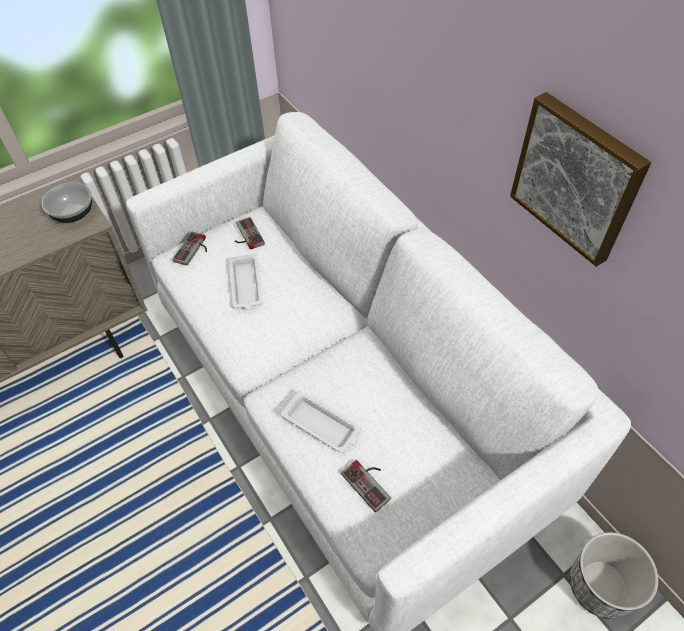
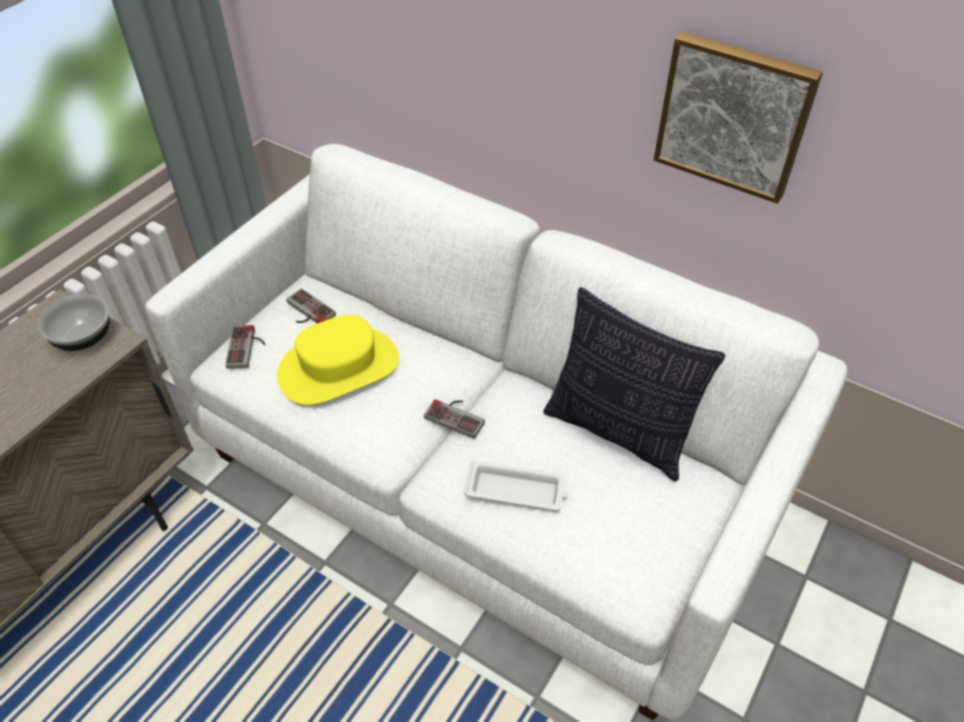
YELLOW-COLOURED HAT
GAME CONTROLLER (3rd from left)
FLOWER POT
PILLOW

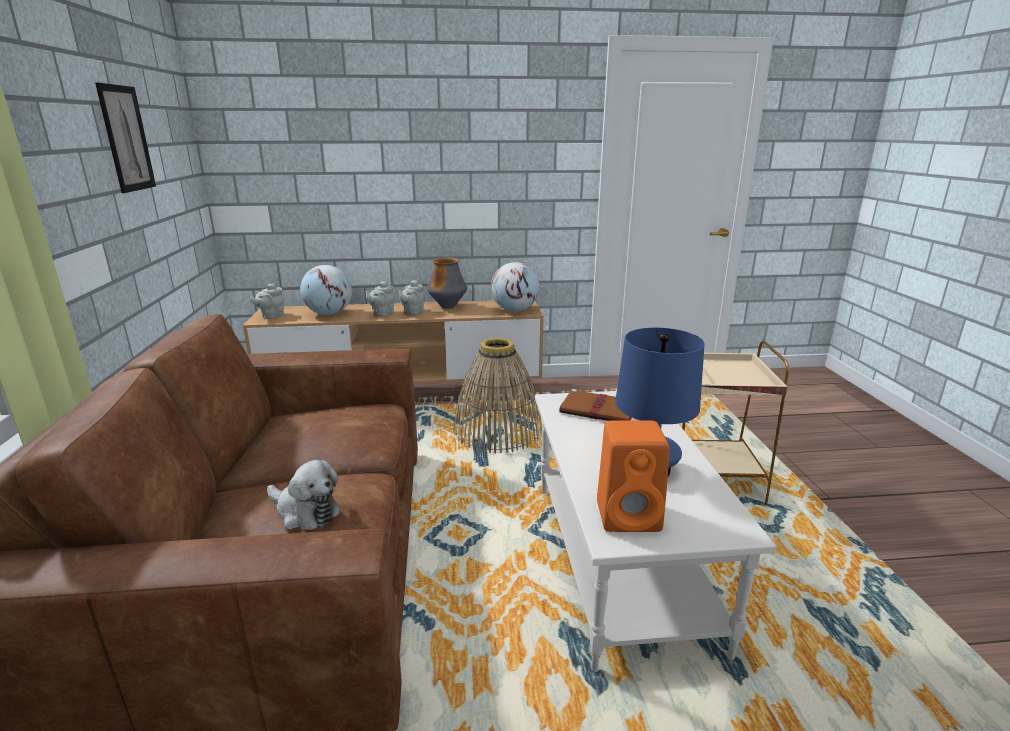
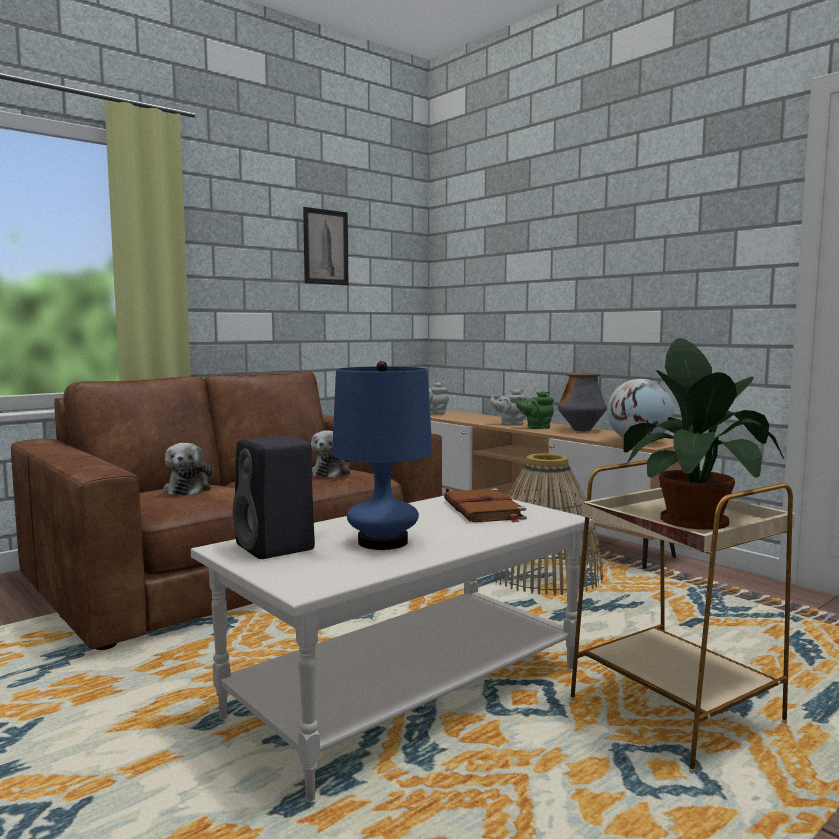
GLOBE (1st from left in the first image)
GREEN POT FOR TEA
BLACK-COLOURED SPEAKER
HOUSEPLANT
PLUSH TOY (2nd from left)

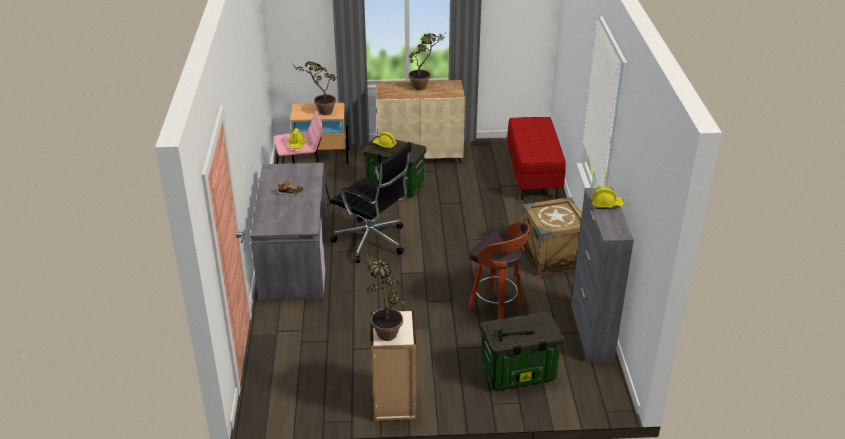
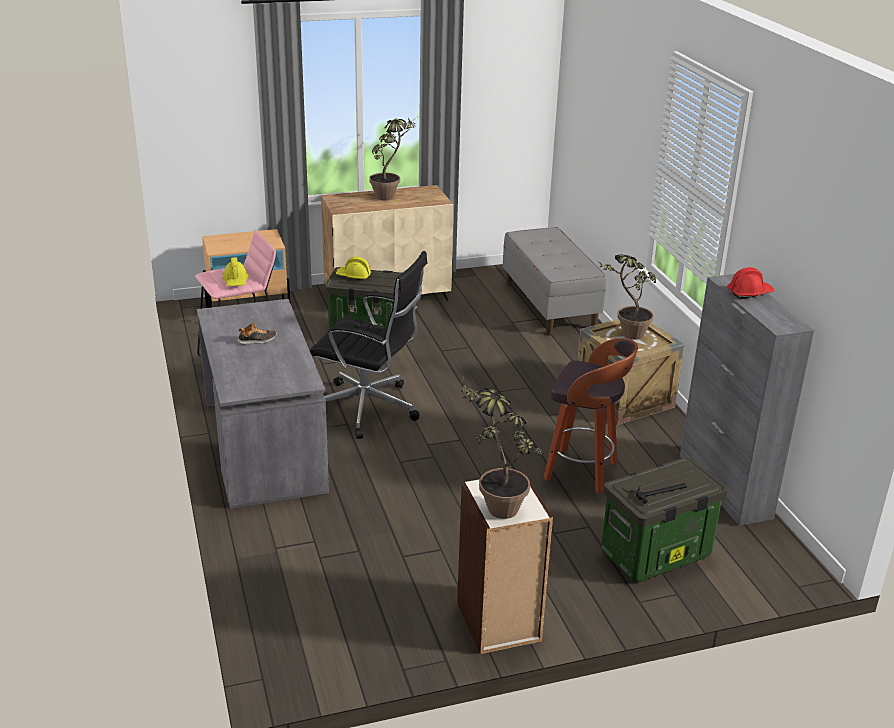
HOUSEPLANT (3rd from left)
GRAY LONG SEAT
REDDISH WORK HELMET

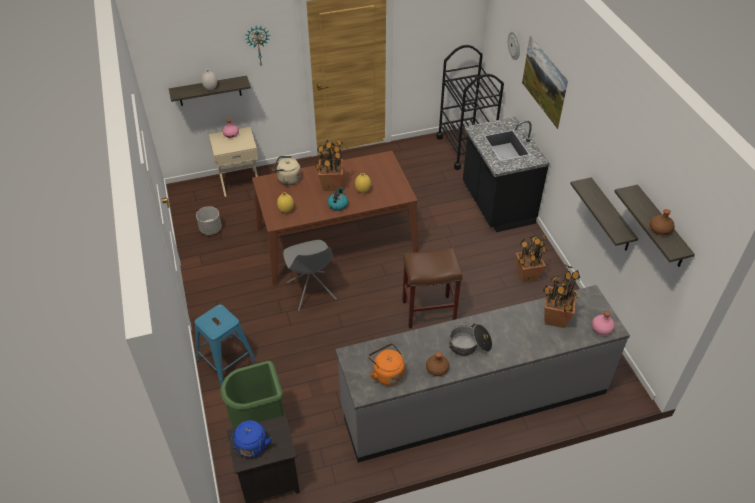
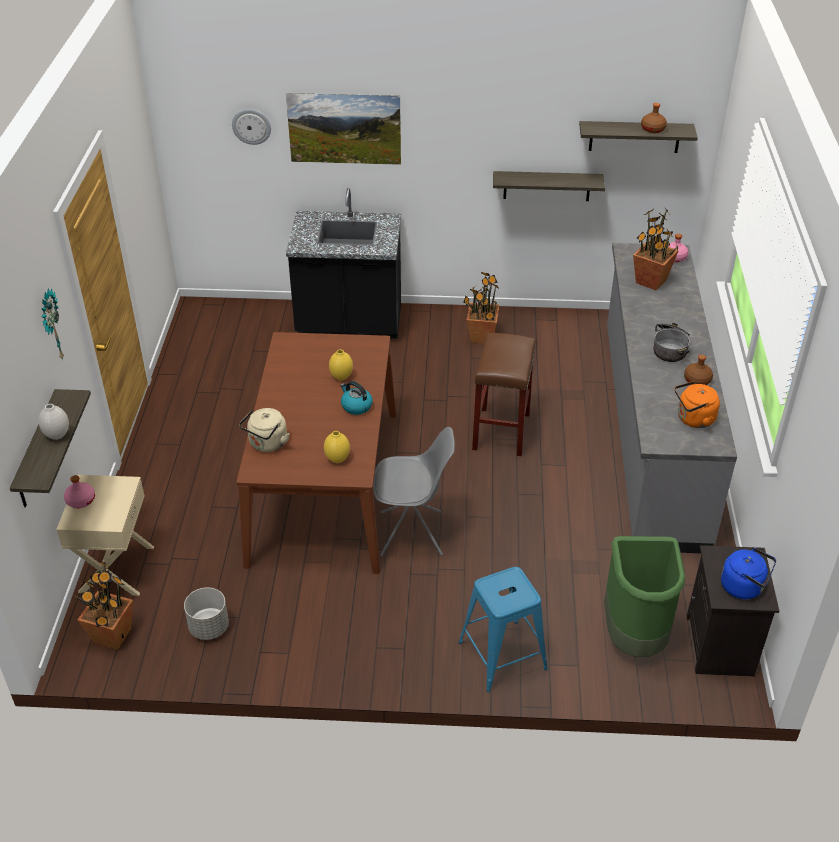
BLACK-COLOURED TROLLEY
HOUSEPLANT (1st from left)

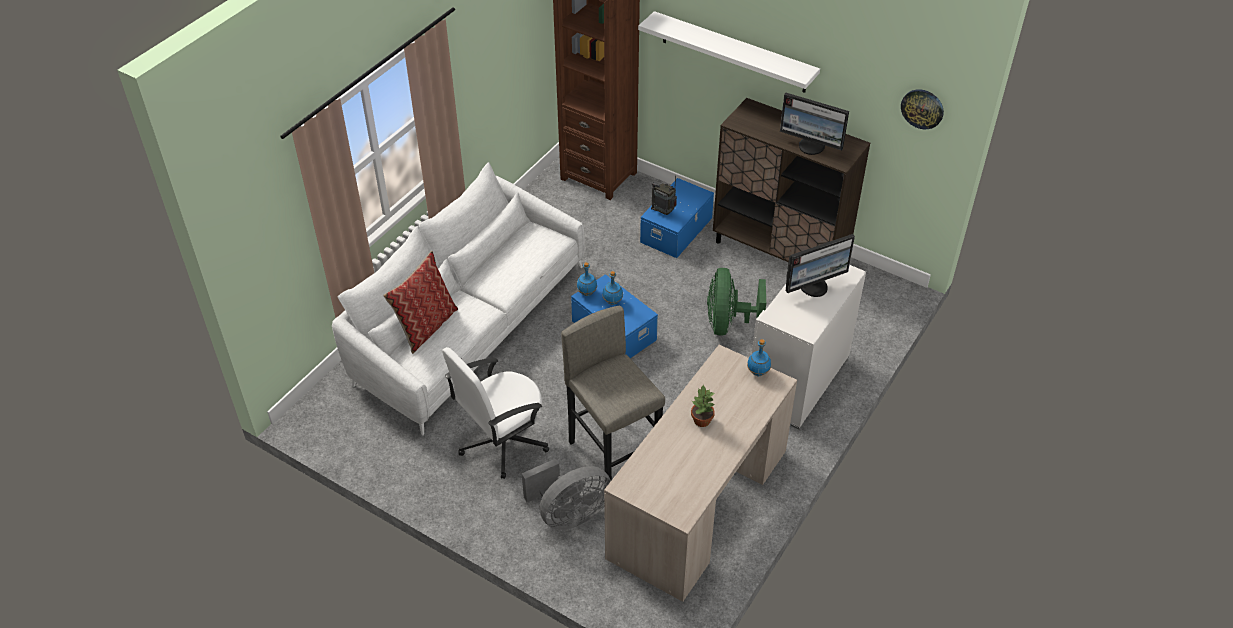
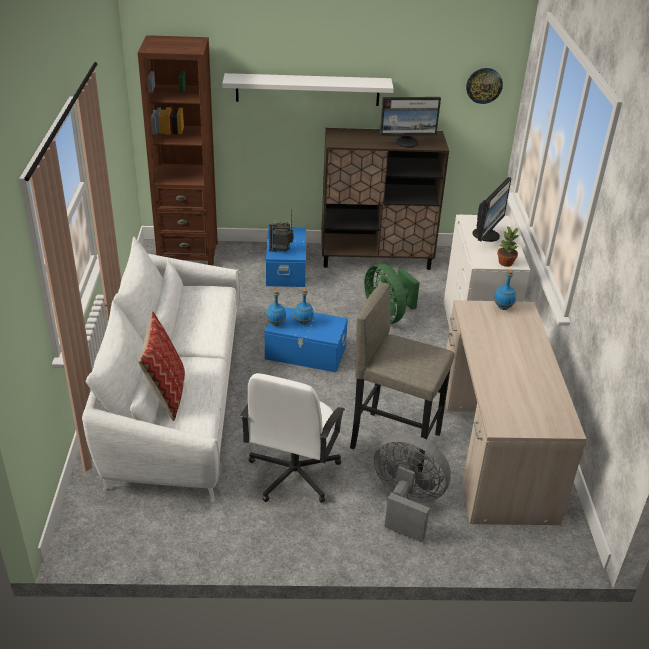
HOUSEPLANT
GRAY ELECTRIC FAN

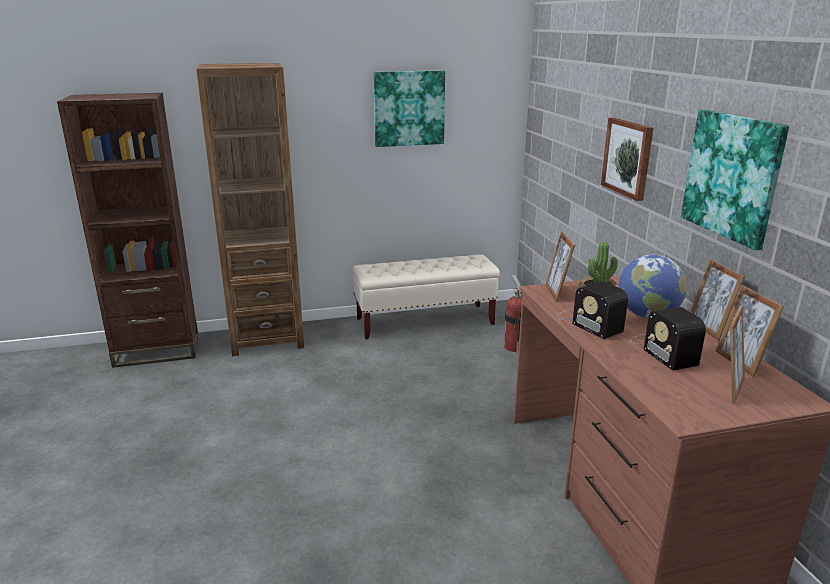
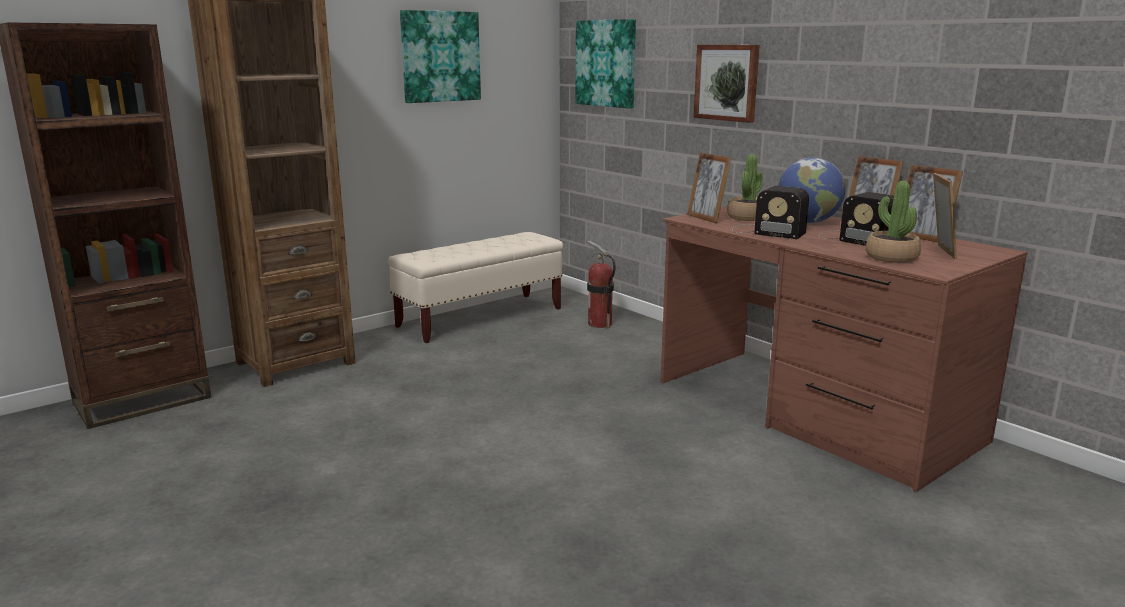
WALL PICTURE (2nd from left)
HOUSEPLANT (2nd from left)

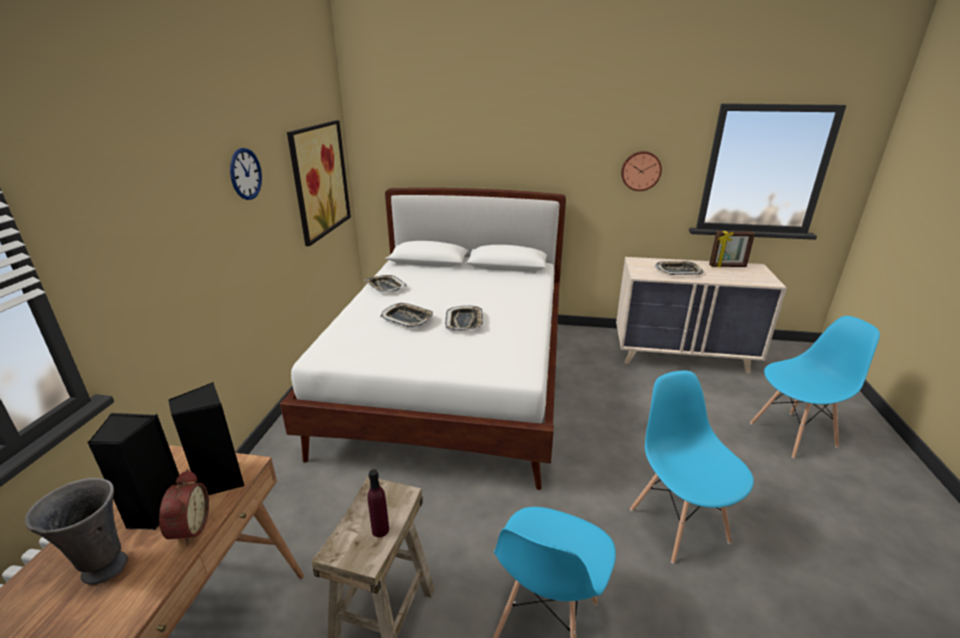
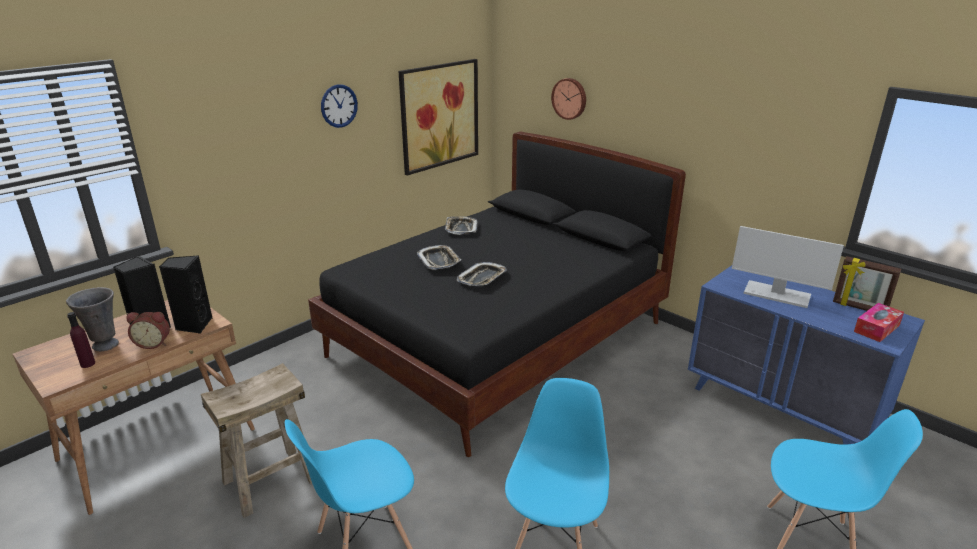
CLOCK ON THE WALL (2nd from left)
BLACK-COLOURED BED
BLUE-COLOURED CHEST OF DRAWERS
COMPUTER DISPLAY
TABLE CLOCK
PURPLE BEVERAGE BOTTLE
TISSUE HOLDER

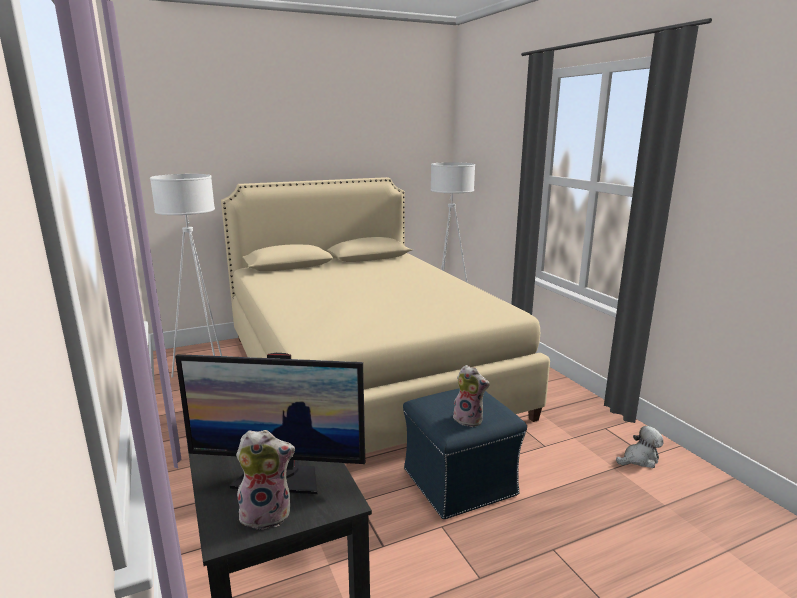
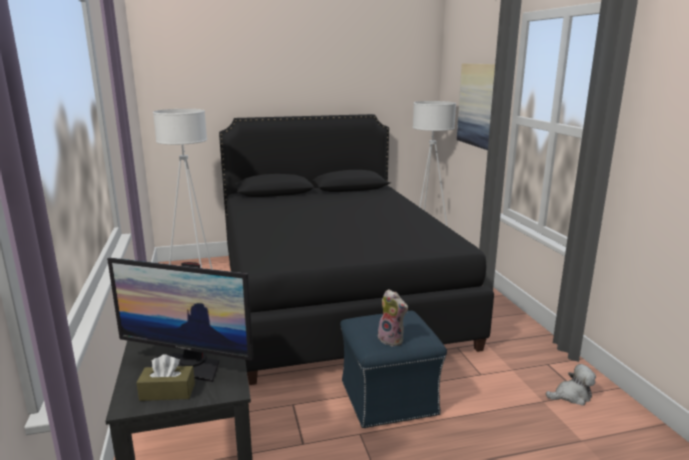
BLACK-COLOURED BED
BROWNISH TISSUE HOLDER
WALL PICTURE

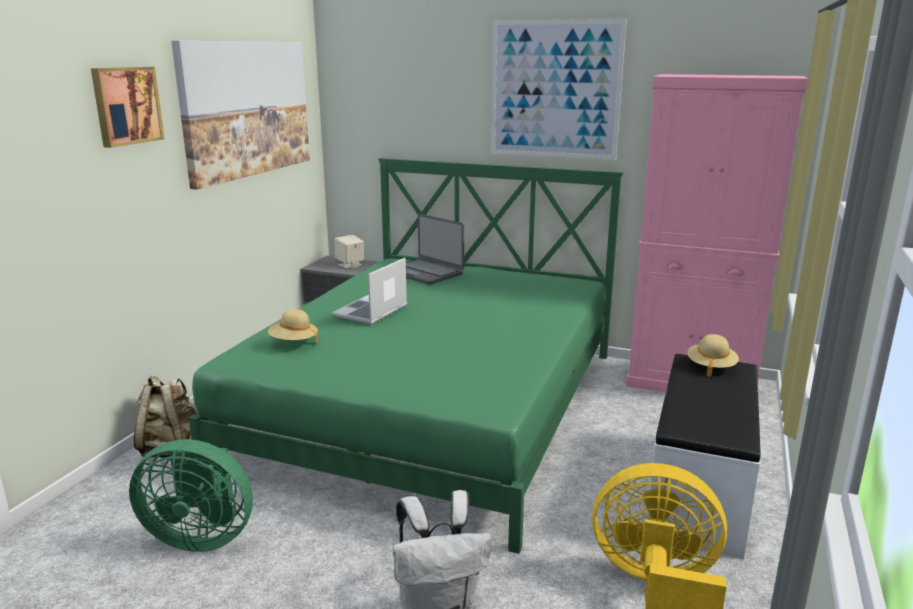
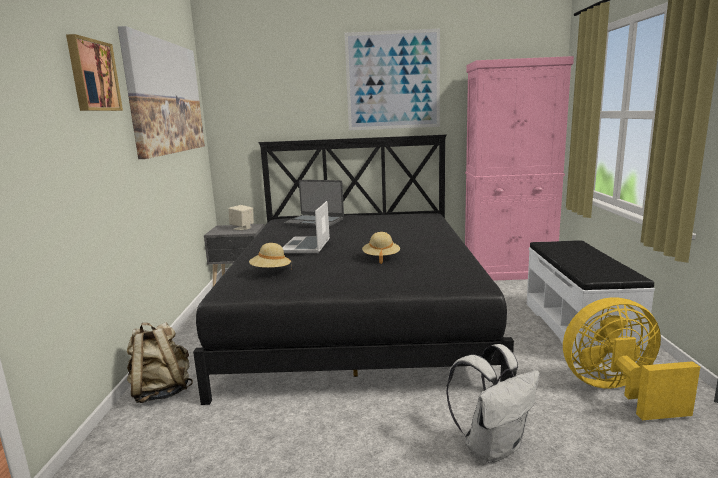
BLACK-COLOURED BED
SAND-COLOURED HAT (2nd from left)
GREEN ELECTRIC FAN

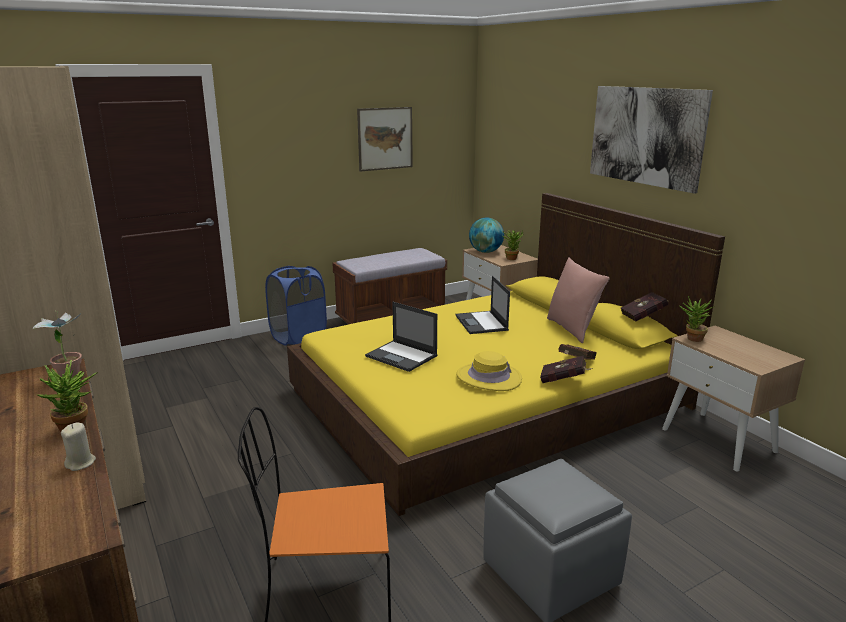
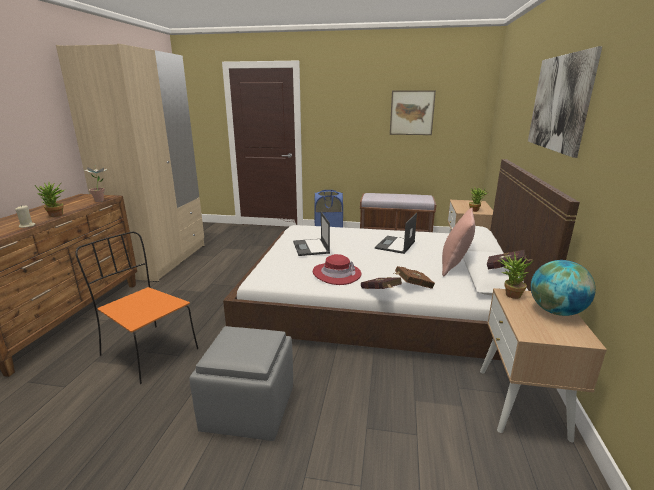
WHITISH BED
GLOBE
REDDISH HAT

